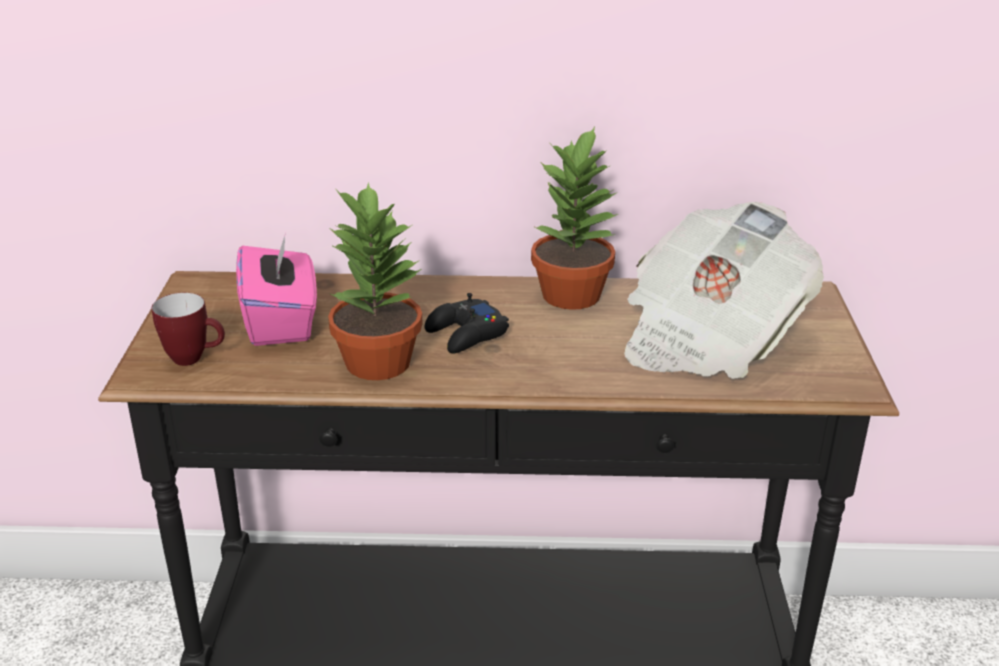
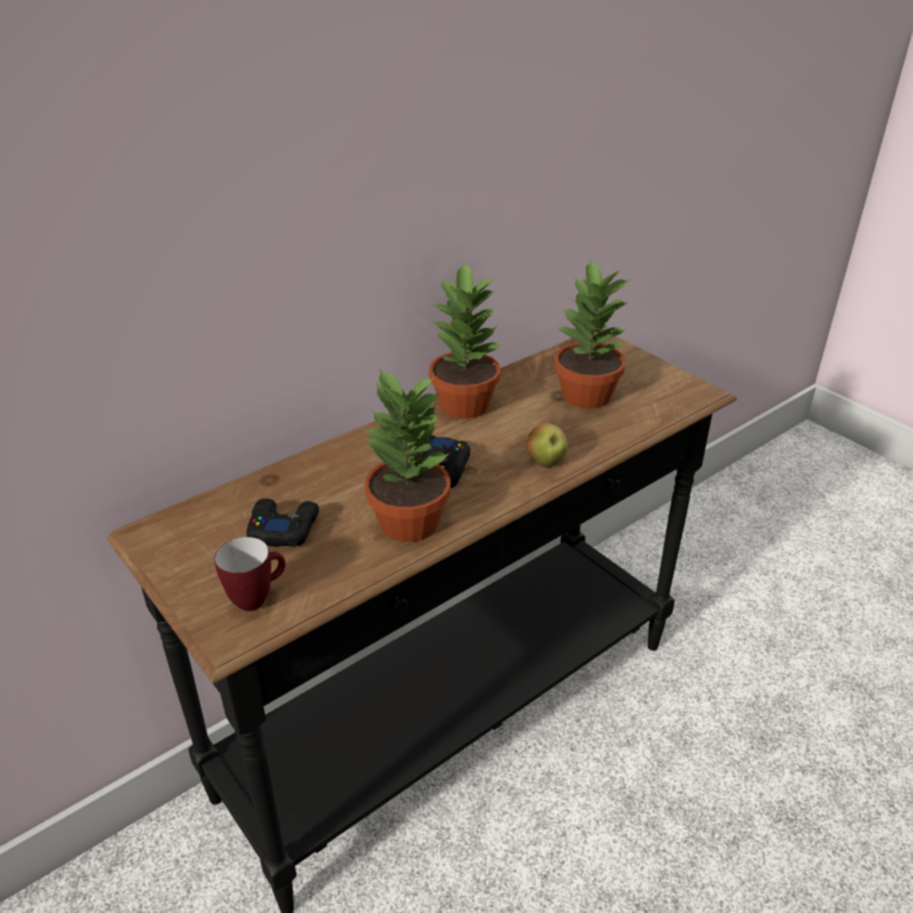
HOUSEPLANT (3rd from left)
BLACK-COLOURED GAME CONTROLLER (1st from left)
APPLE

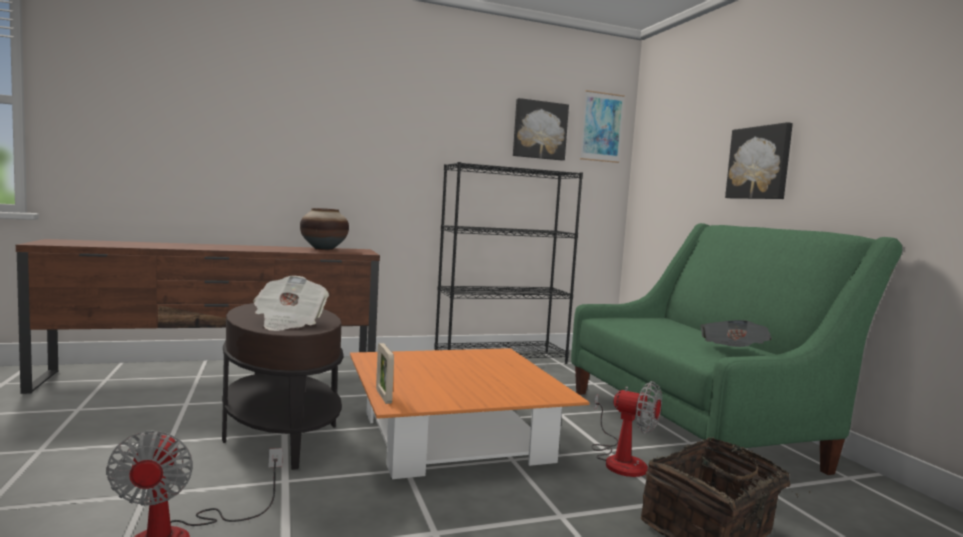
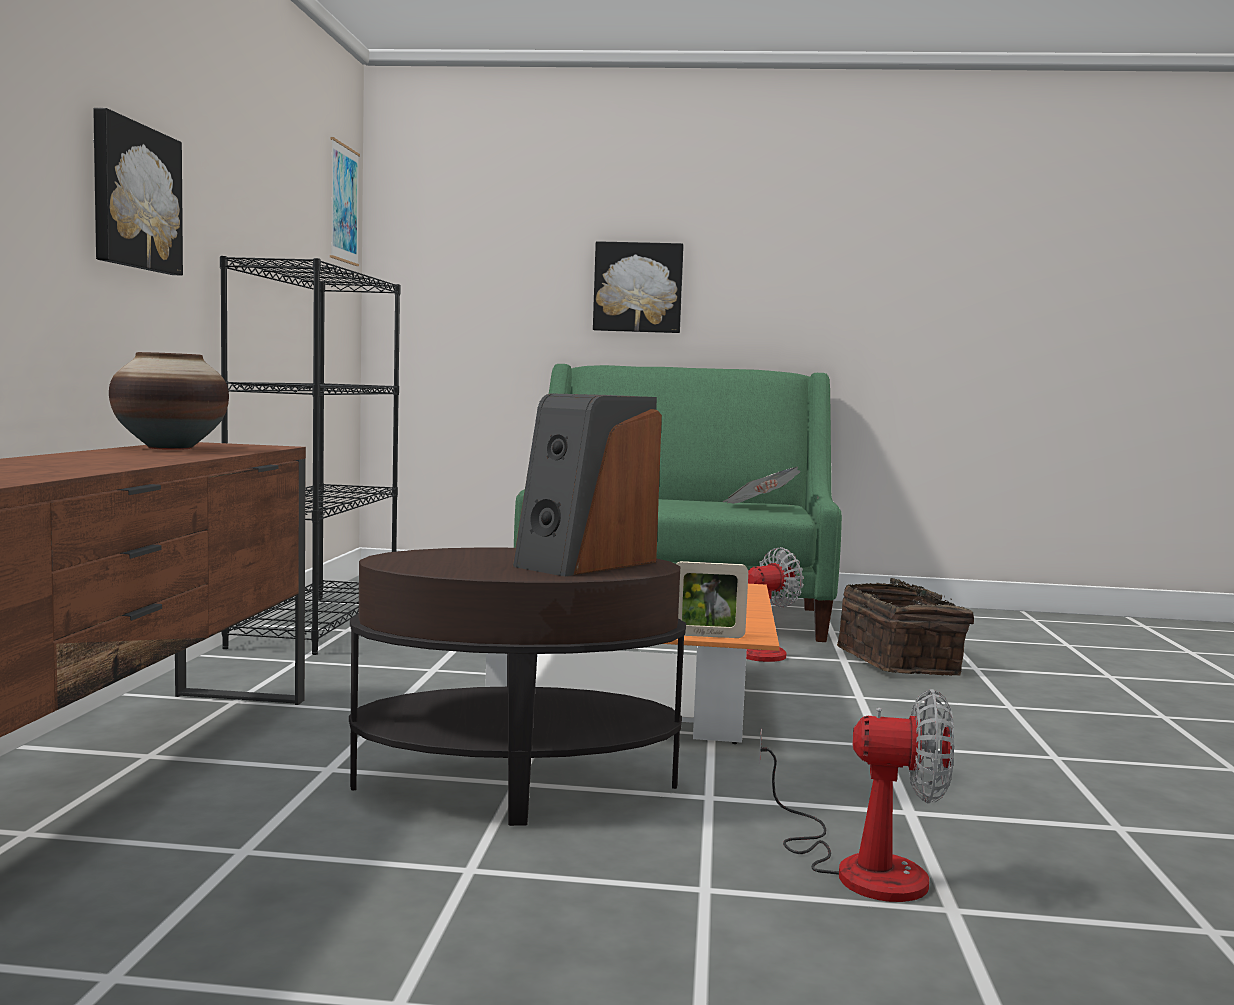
WALL PICTURE (1st from left)
SPEAKER

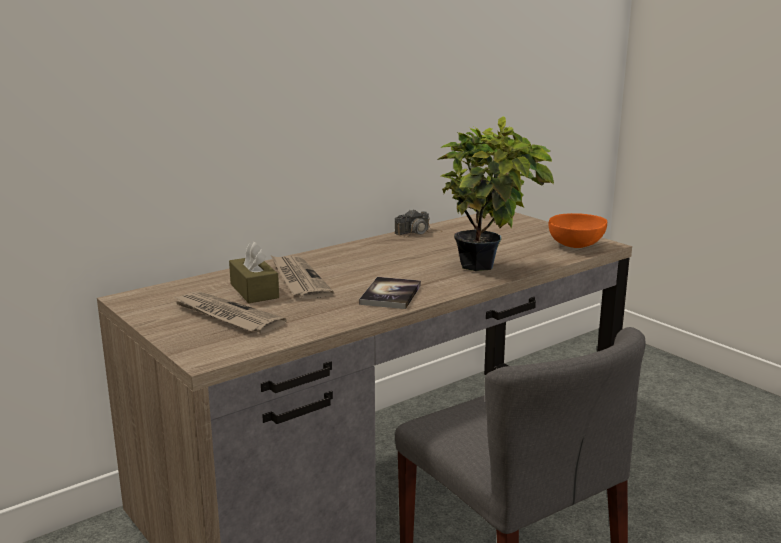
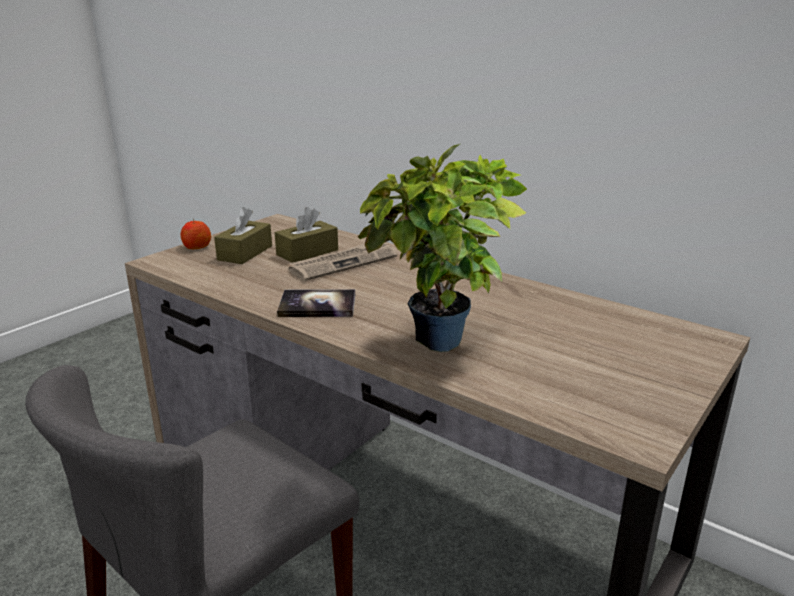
STILL CAMERA
ORANGE-COLOURED DEEP DISH
BROWNISH TISSUE HOLDER (1st from left)
APPLE

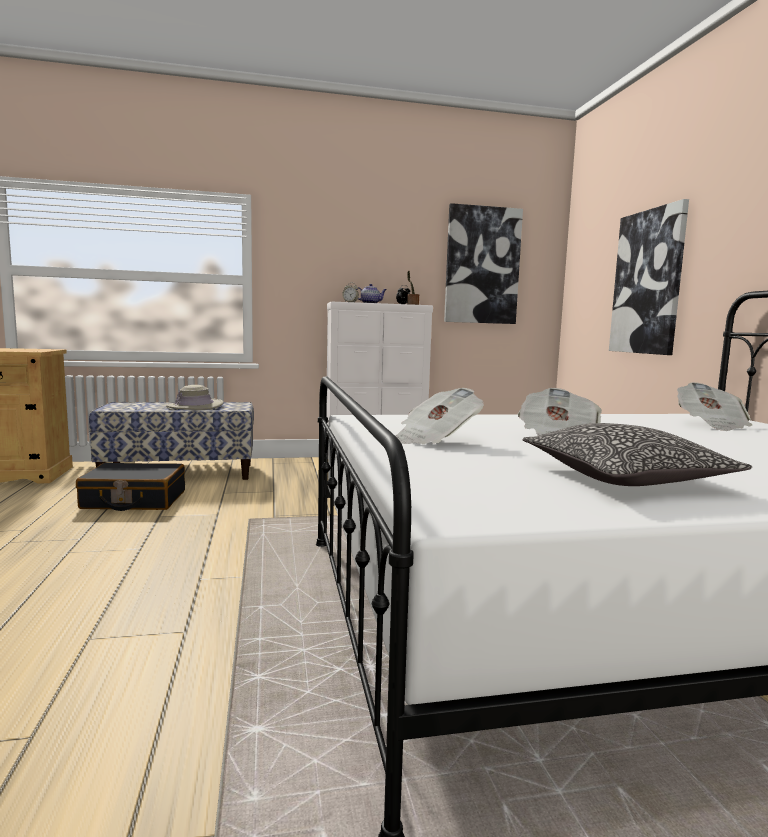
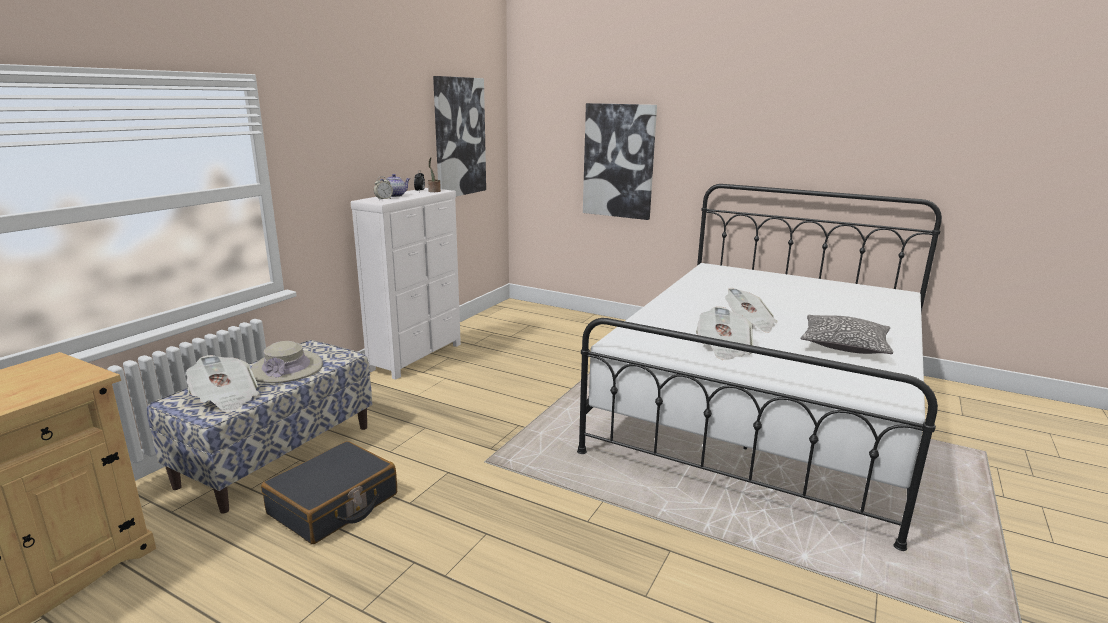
NEWSPAPER (1st from left)

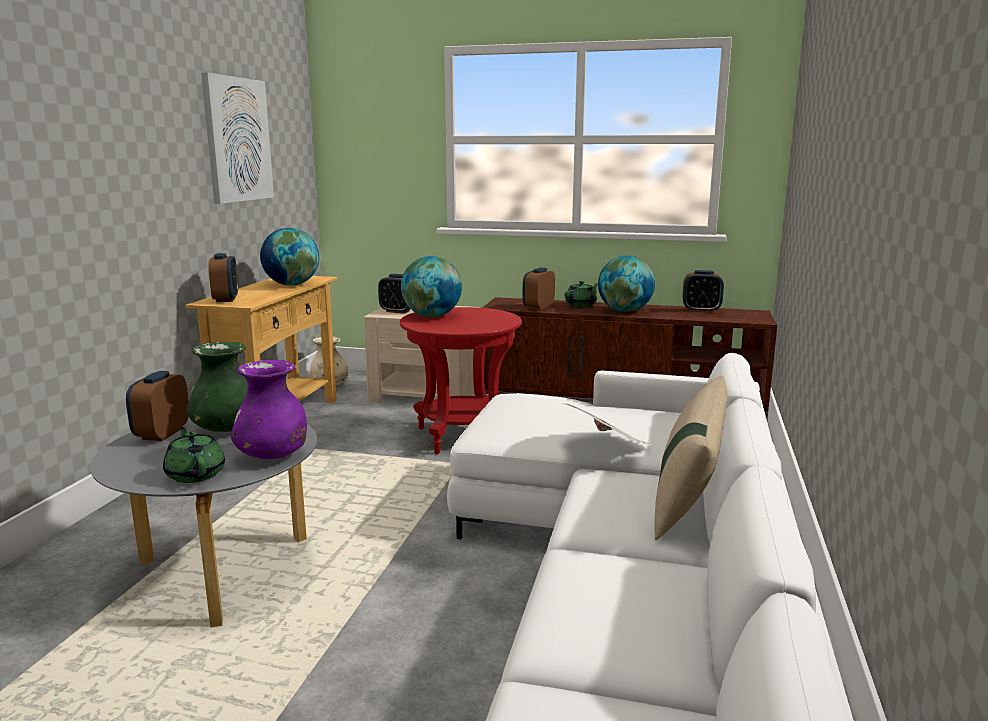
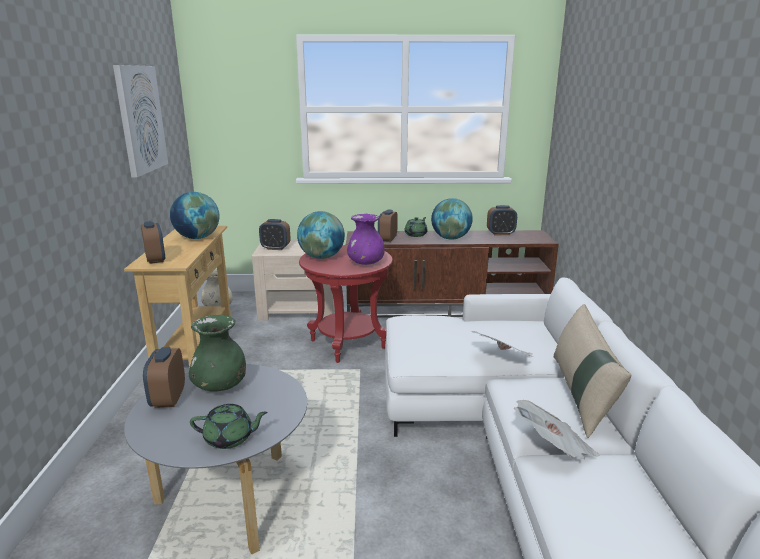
PURPLE DECORATIVE VASE
GREEN POT FOR TEA (1st from left)
NEWSPAPER (2nd from left)

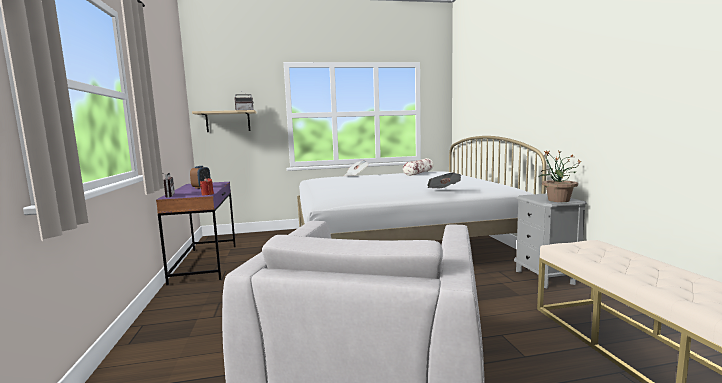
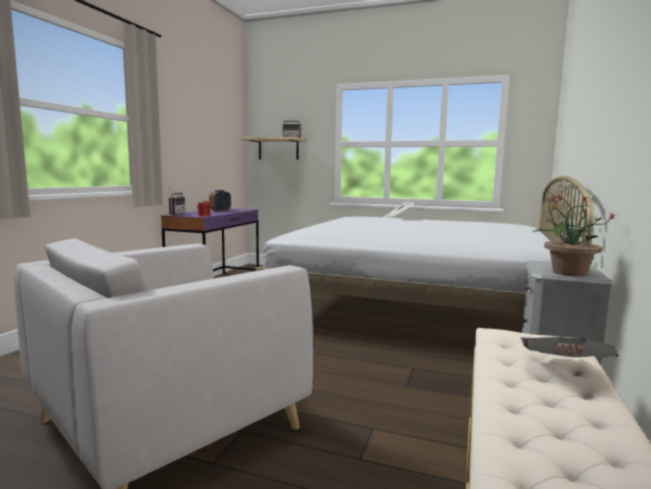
PILLOW
NEWSPAPER (2nd from left)

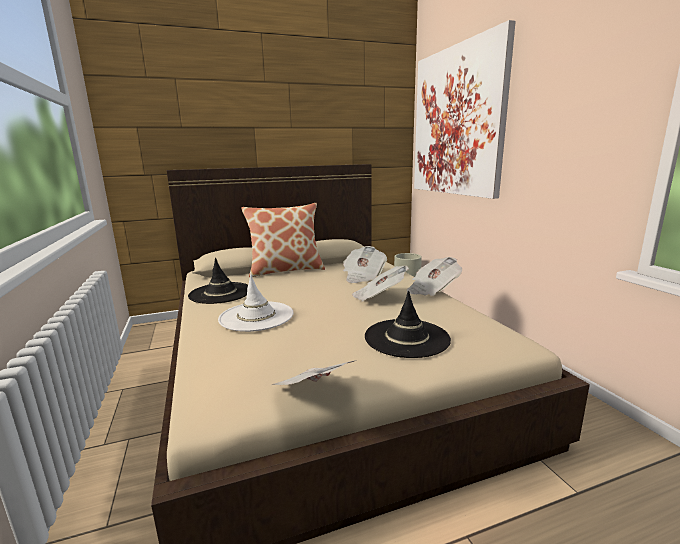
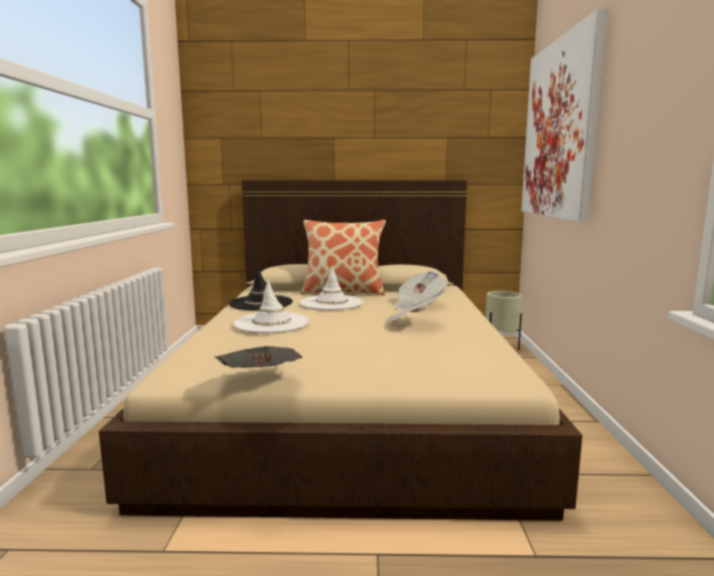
NEWSPAPER (4th from left in the first image)
BLACK-COLOURED HAT (2nd from left in the first image)
WHITISH HAT (2nd from left)

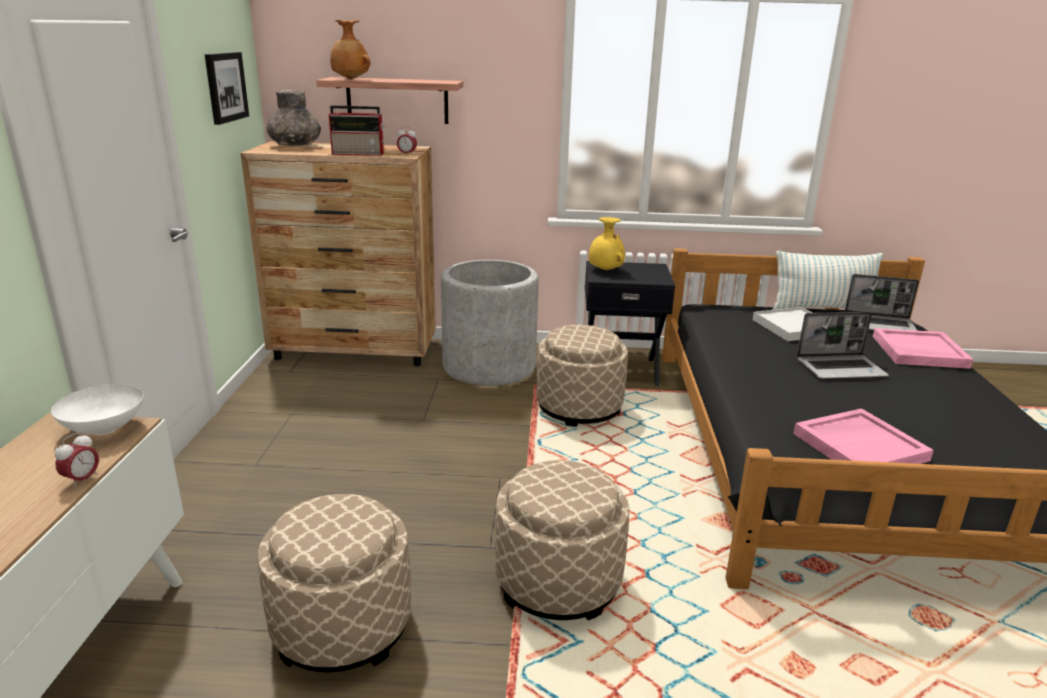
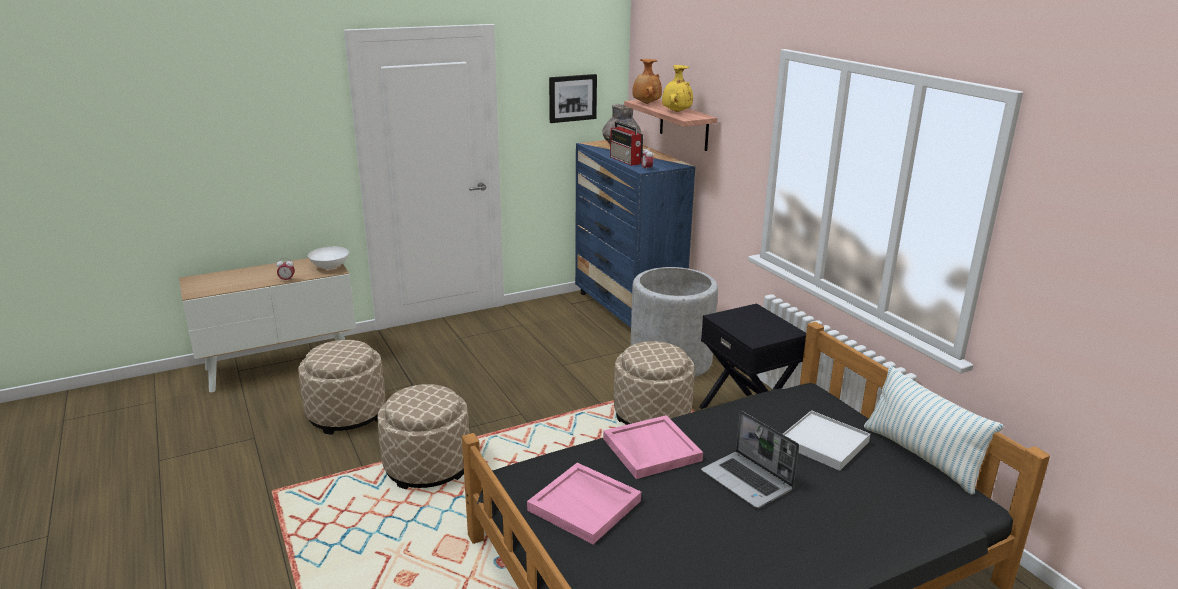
BLUE-COLOURED CHEST OF DRAWERS
YELLOW-COLOURED DECORATIVE VASE
PORTABLE COMPUTER (2nd from left in the first image)
PINK CARRYING TRAY (2nd from left)

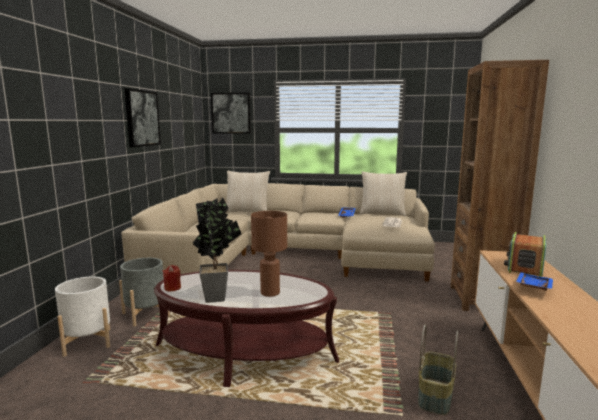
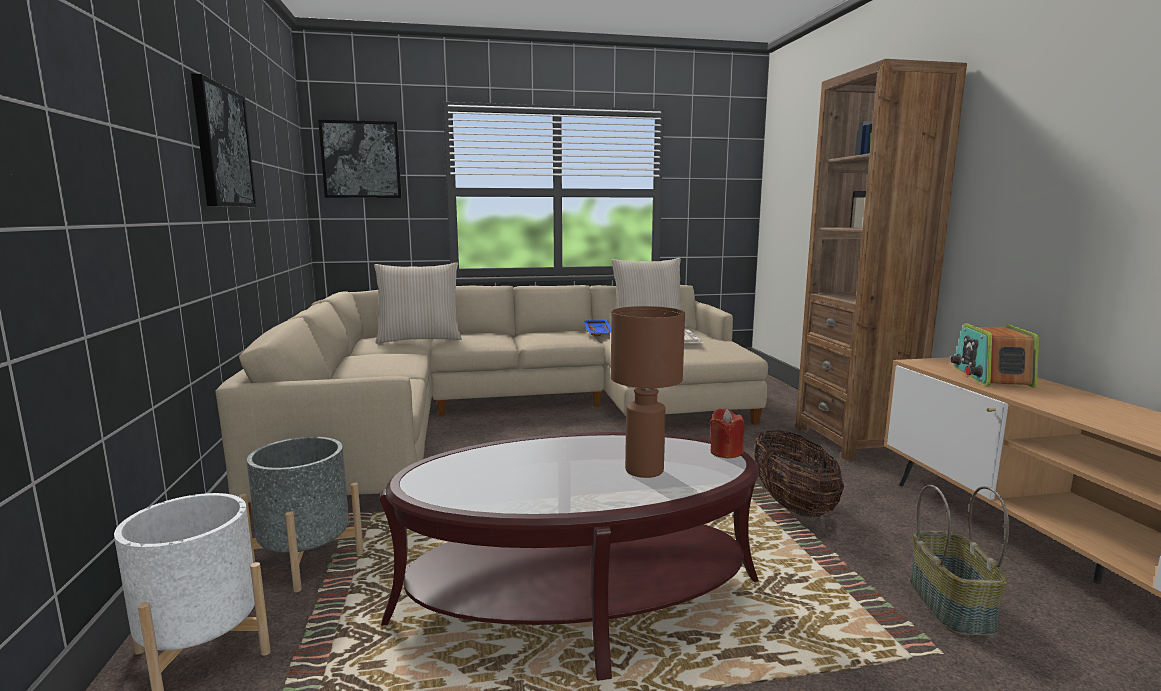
HOUSEPLANT
REDDISH WAX LIGHT
BLUE-COLOURED CARRYING TRAY (2nd from left in the first image)
BASKET (1st from left)

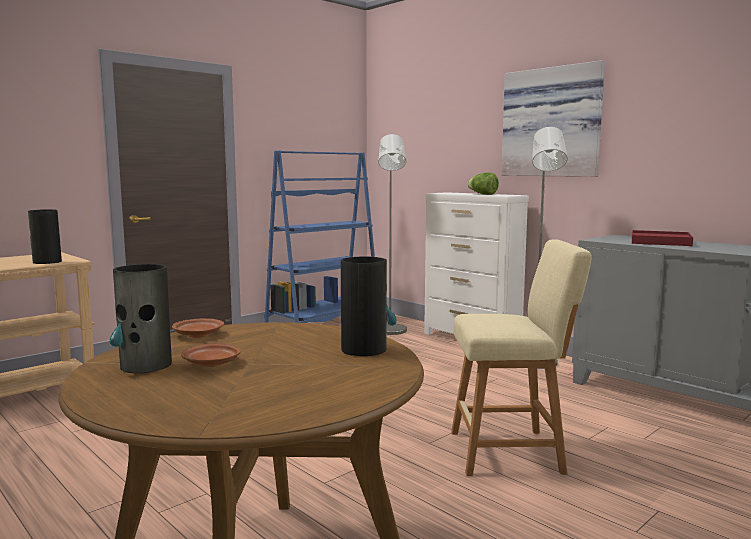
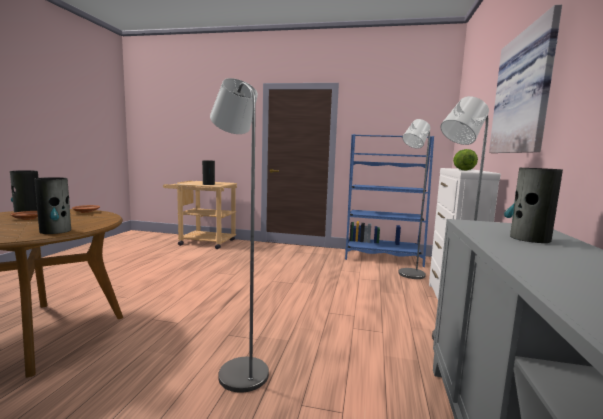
DECORATIVE VASE (4th from left)
GRAY STANDARD LAMP (1st from left)

